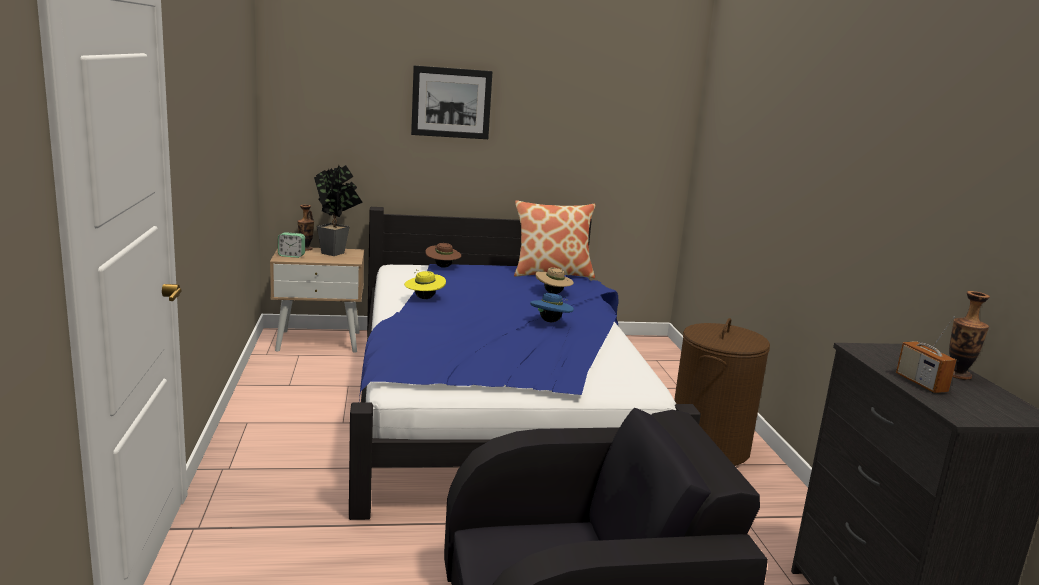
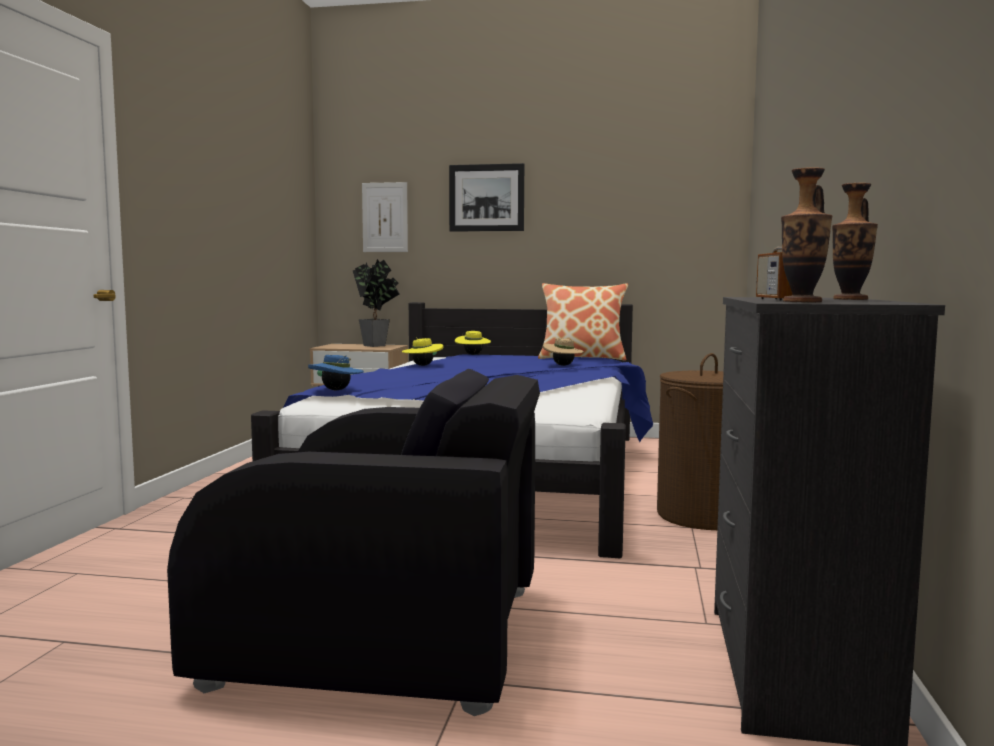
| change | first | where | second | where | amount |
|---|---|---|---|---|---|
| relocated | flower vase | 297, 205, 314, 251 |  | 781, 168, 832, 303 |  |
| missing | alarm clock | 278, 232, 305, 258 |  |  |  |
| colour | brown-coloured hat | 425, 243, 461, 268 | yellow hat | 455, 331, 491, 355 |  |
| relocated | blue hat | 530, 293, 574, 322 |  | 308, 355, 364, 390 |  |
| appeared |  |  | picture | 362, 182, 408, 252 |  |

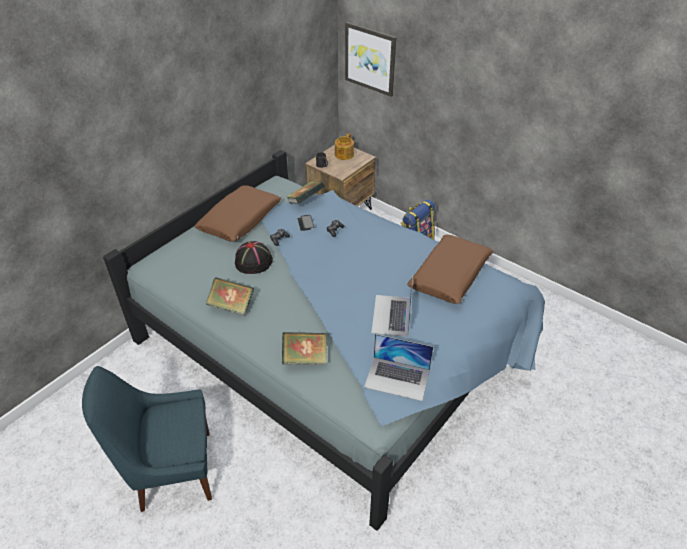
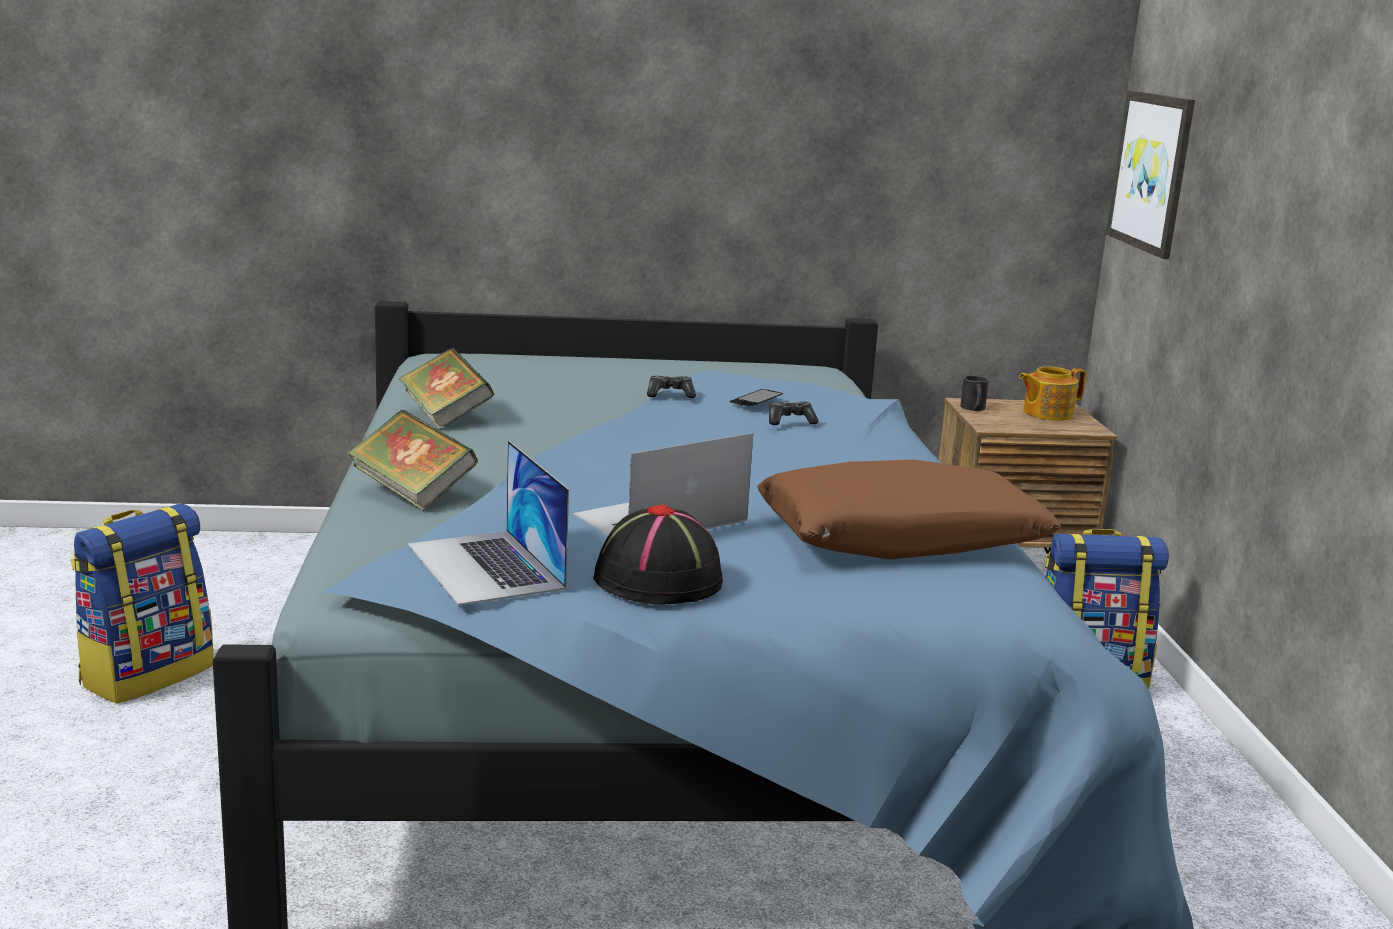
| change | first | where | second | where | amount |
|---|---|---|---|---|---|
| missing | book | 286, 181, 325, 204 |  |  |  |
| missing | brown-coloured cushion | 195, 185, 281, 242 |  |  |  |
| relocated | blackish hat | 235, 241, 273, 274 |  | 593, 504, 723, 605 |  |
| exchanged | blue chair | 82, 366, 212, 512 | rucksack | 71, 504, 213, 704 |  |

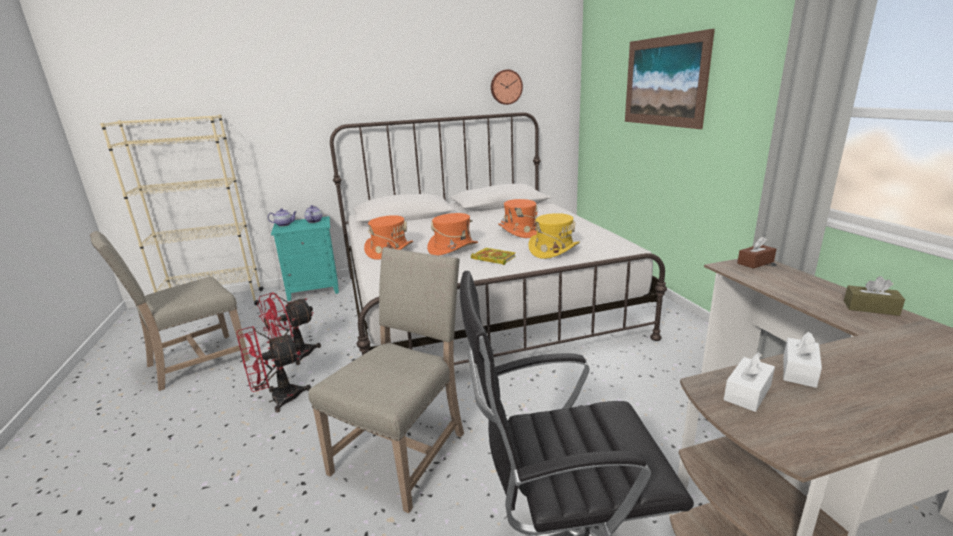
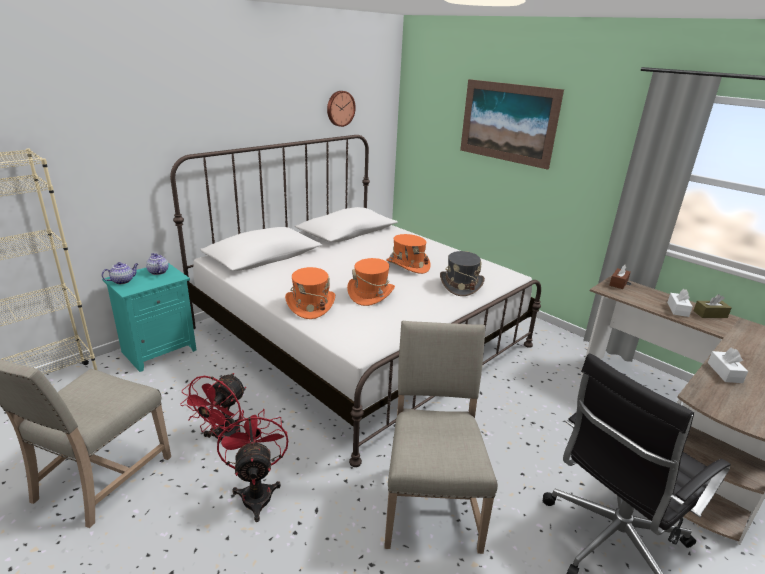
| change | first | where | second | where | amount |
|---|---|---|---|---|---|
| colour | yellow hat | 529, 213, 580, 259 | grey hat | 440, 251, 485, 296 |  |
| missing | book | 471, 248, 516, 265 |  |  |  |
| spun | red-coloured fan | 237, 326, 311, 413 |  | 217, 409, 288, 522 | 135 degrees clockwise |
| relocated | white tissue holder | 724, 352, 775, 412 |  | 667, 289, 693, 317 |  |

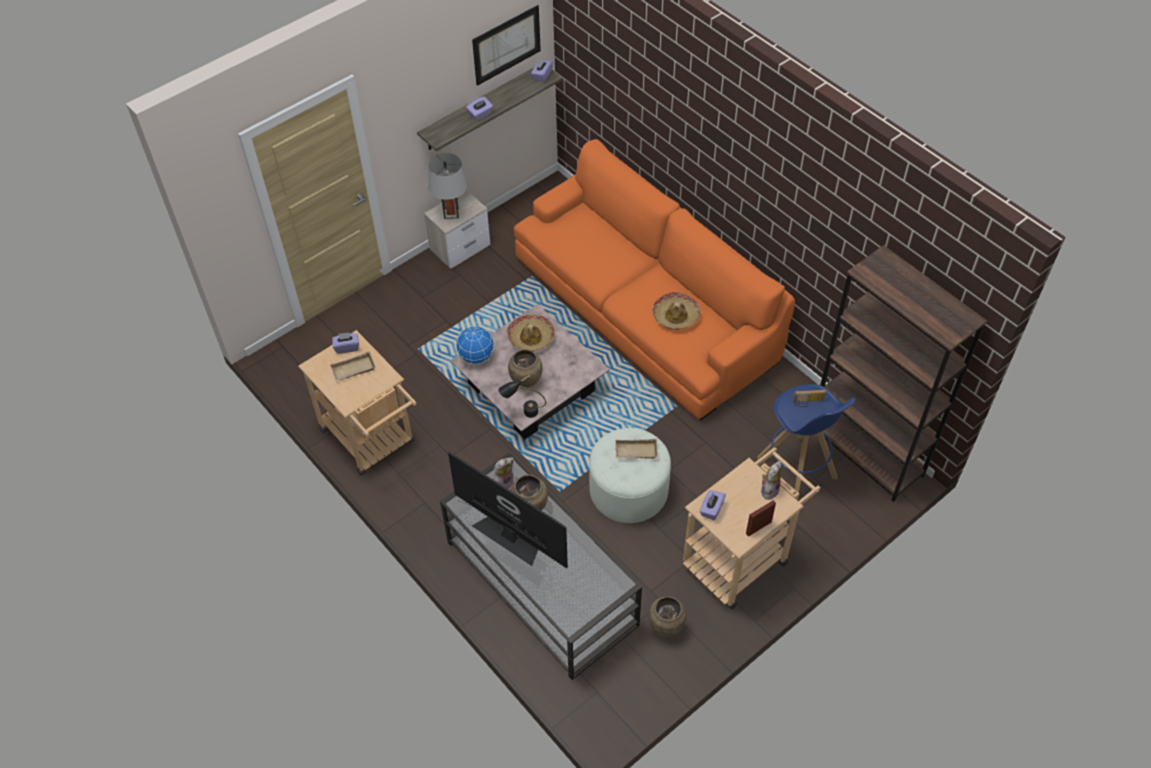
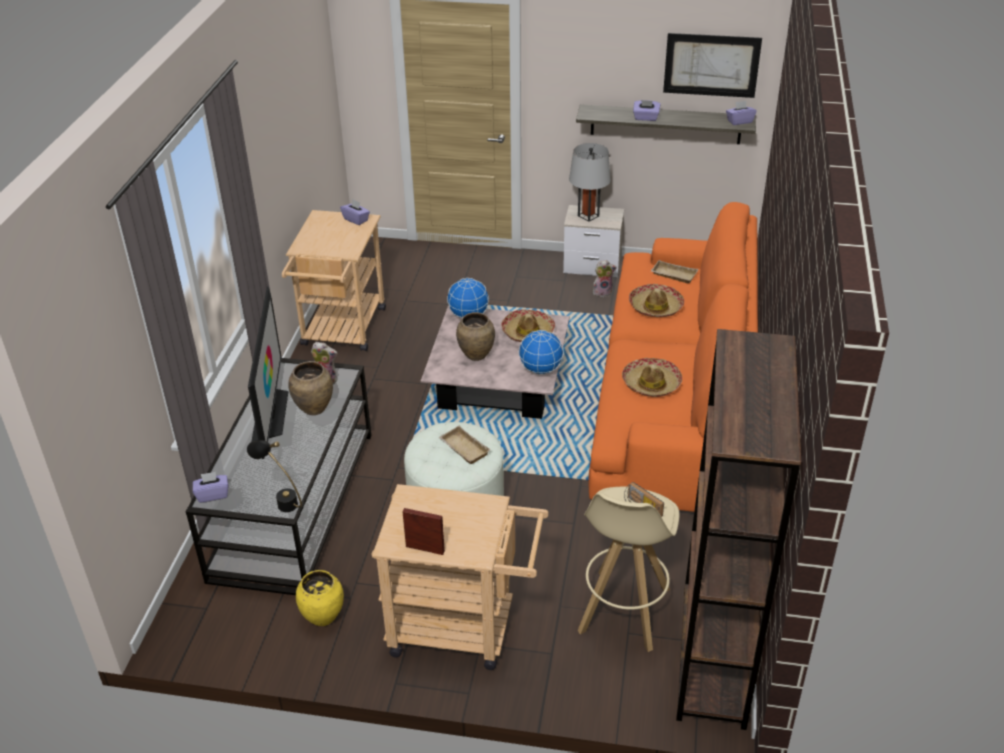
| change | first | where | second | where | amount |
|---|---|---|---|---|---|
| relocated | beige tray | 330, 351, 376, 381 |  | 651, 260, 698, 283 |  |
| relocated | blackish tabletop lamp | 498, 374, 546, 418 |  | 247, 440, 302, 512 |  |
| colour | blue sitting stool | 757, 384, 856, 493 | beige sitting stool | 577, 486, 679, 652 |  |
| relocated | soft toy | 761, 461, 782, 500 |  | 593, 260, 617, 297 |  |
| relocated | purplish tissue holder | 700, 490, 726, 520 |  | 193, 472, 228, 503 |  |
| colour | brown-coloured flower vase | 648, 596, 687, 637 | yellow flower vase | 296, 570, 344, 626 |  |
| appeared |  |  | hat | 629, 284, 684, 317 |  |
| appeared |  |  | desk globe | 518, 330, 564, 374 |  |

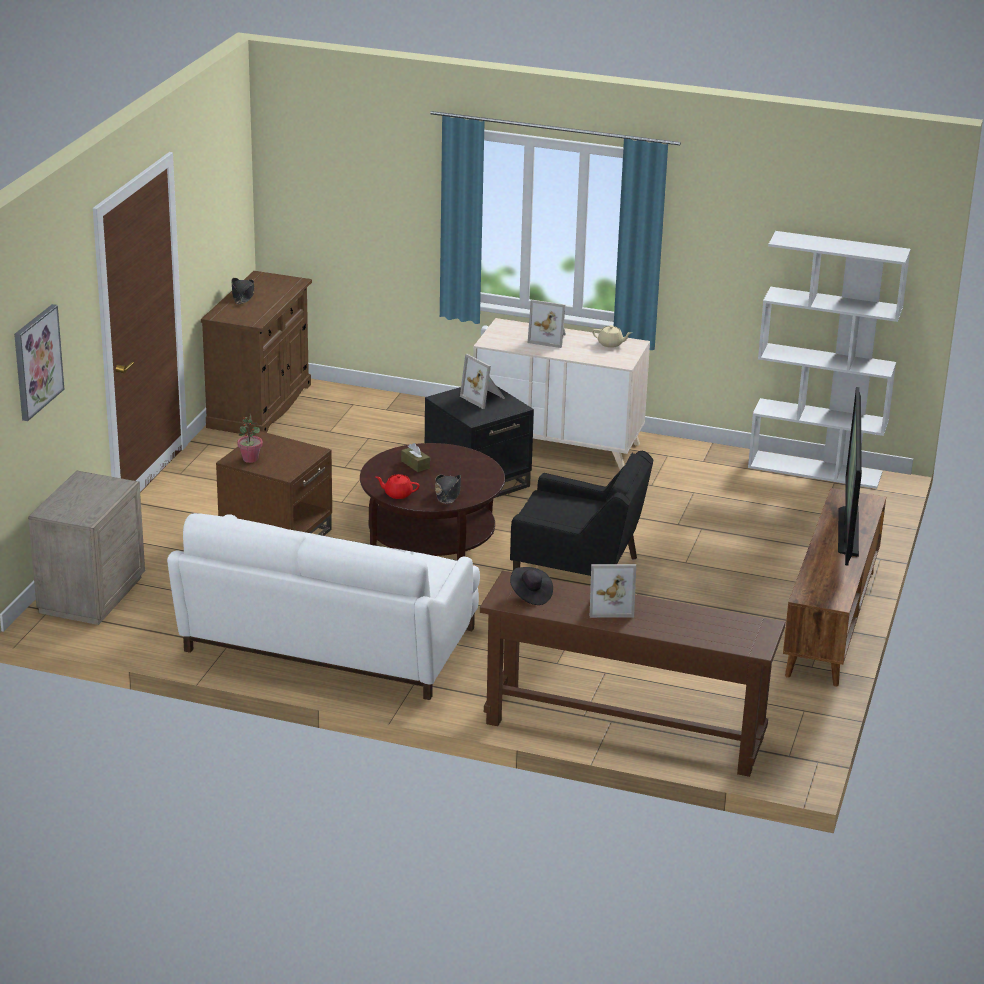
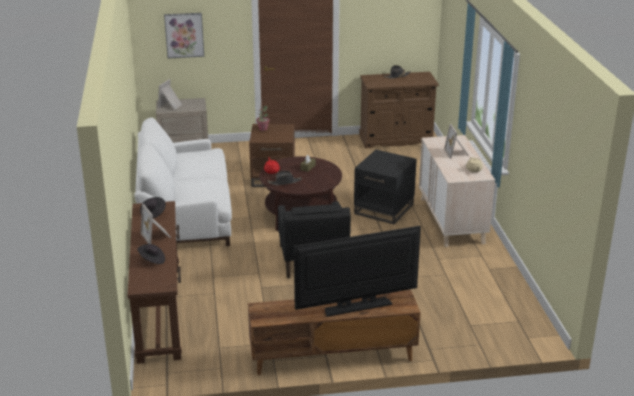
| change | first | where | second | where | amount |
|---|---|---|---|---|---|
| missing | white bookcase | 748, 231, 911, 489 |  |  |  |
| relocated | picture frame | 460, 354, 505, 409 |  | 158, 79, 182, 110 |  |
| appeared |  |  | blackish hat | 137, 244, 165, 264 |  |

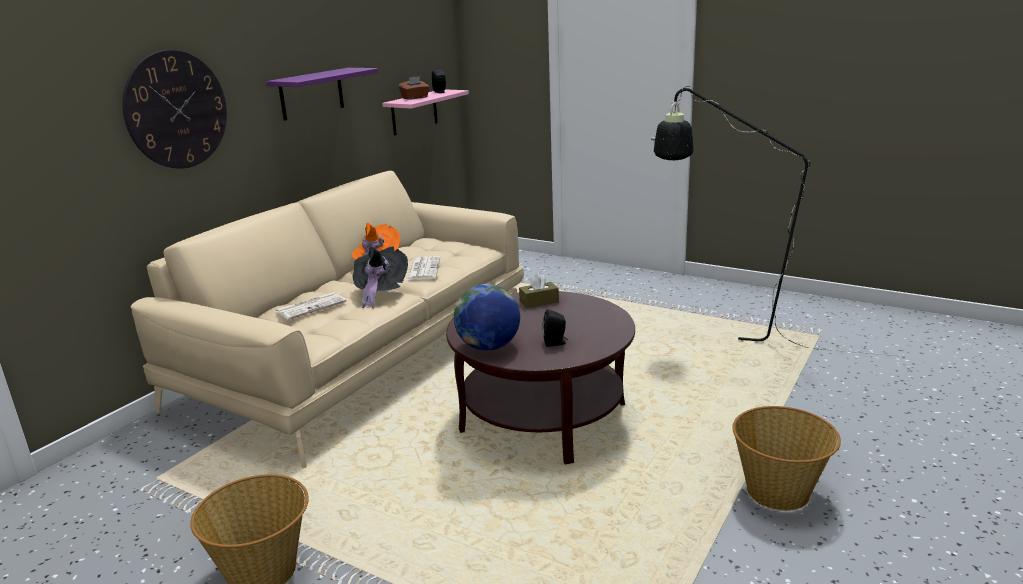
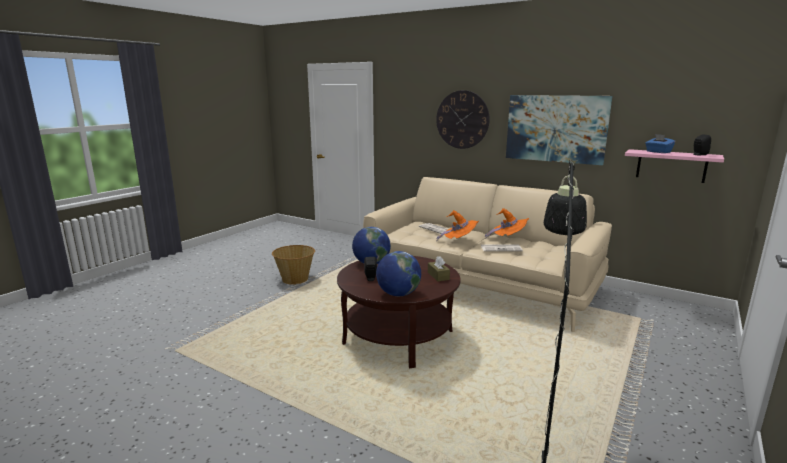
| change | first | where | second | where | amount |
|---|---|---|---|---|---|
| exchanged | purplish wall shelf | 266, 68, 378, 121 | picture | 506, 95, 612, 165 |  |
| colour | brown-coloured tissue holder | 399, 76, 430, 100 | blue tissue holder | 646, 134, 675, 153 |  |
| colour | blackish hat | 352, 246, 408, 308 | orange-coloured hat | 436, 210, 479, 239 |  |
| missing | household basket | 732, 406, 841, 511 |  |  |  |
| appeared |  |  | desk globe | 376, 251, 421, 296 |  |

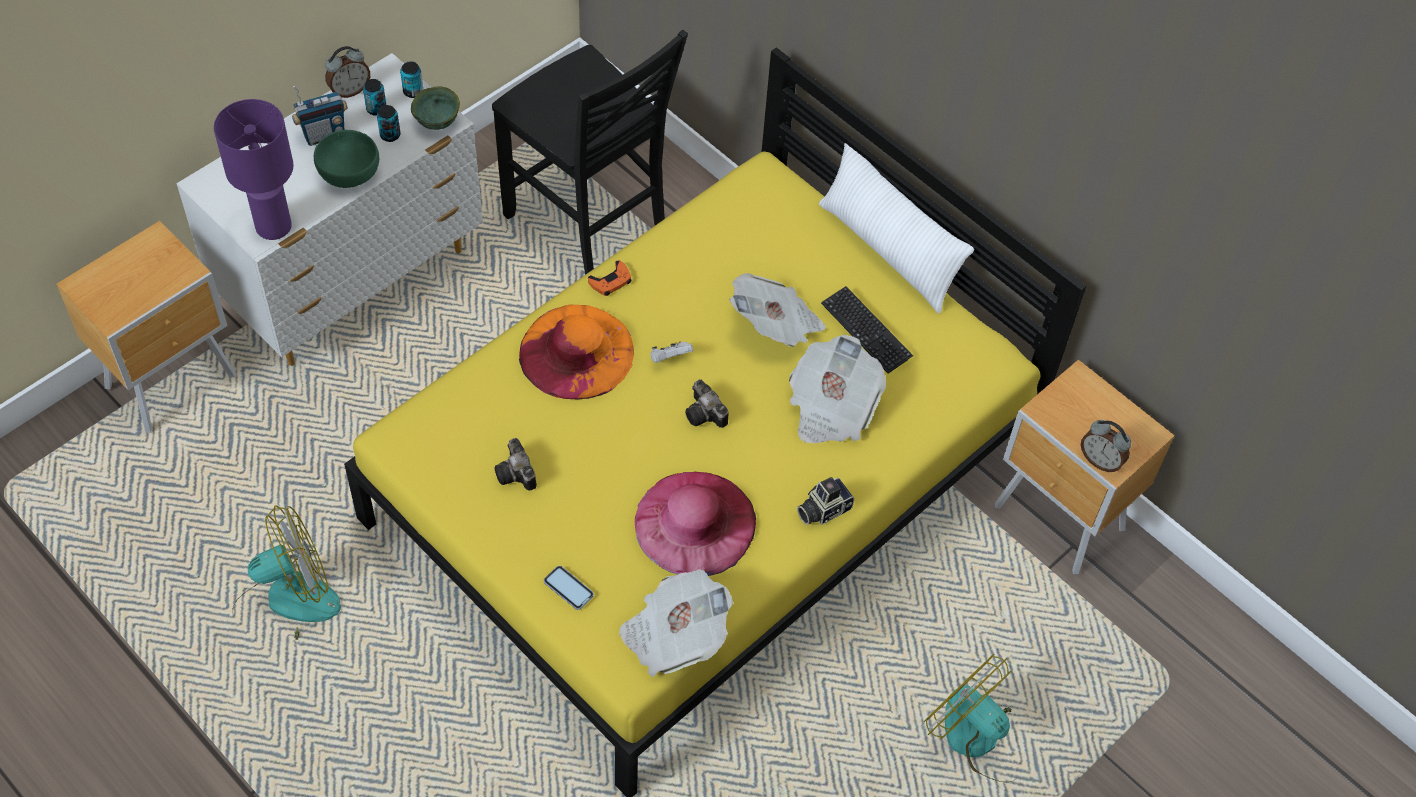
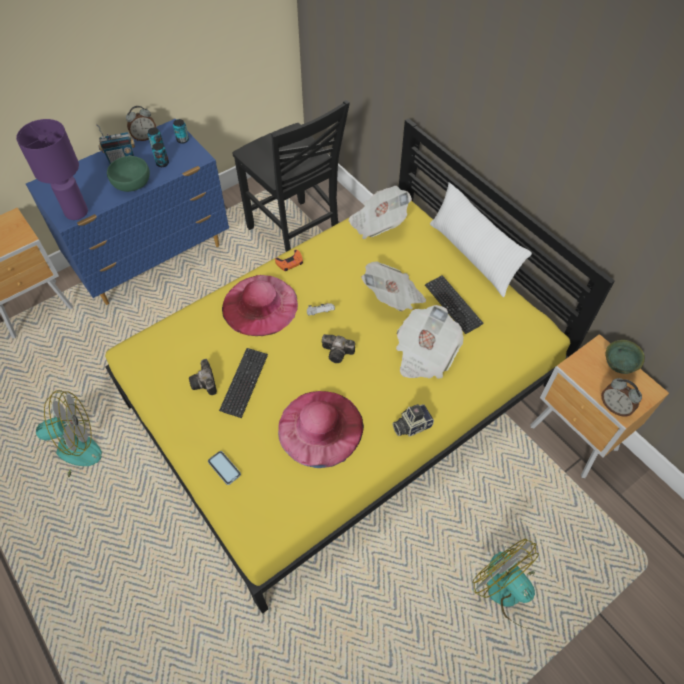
| change | first | where | second | where | amount |
|---|---|---|---|---|---|
| colour | white chest of drawers | 176, 53, 483, 366 | blue chest of drawers | 26, 118, 229, 305 |  |
| relocated | greenish deep dish | 411, 87, 460, 130 |  | 605, 340, 645, 374 |  |
| colour | orange-coloured hat | 519, 305, 634, 400 | pink-coloured hat | 222, 275, 298, 336 |  |
| spun | still camera | 685, 379, 729, 428 |  | 322, 334, 355, 363 | 45 degrees counterclockwise |
| relocated | daily paper | 619, 569, 733, 677 |  | 349, 186, 412, 239 |  |
| appeared |  |  | computer keyboard | 219, 348, 268, 418 |  |

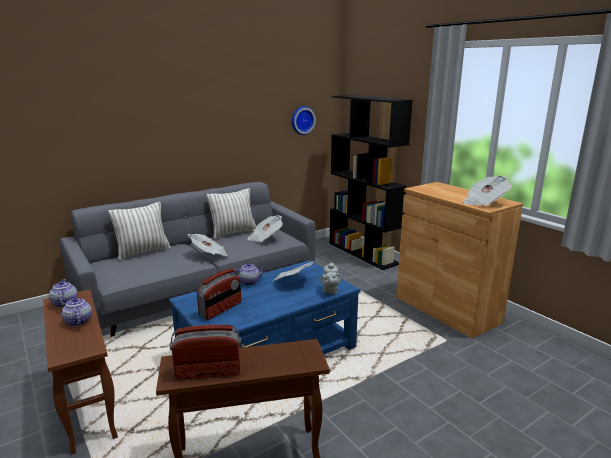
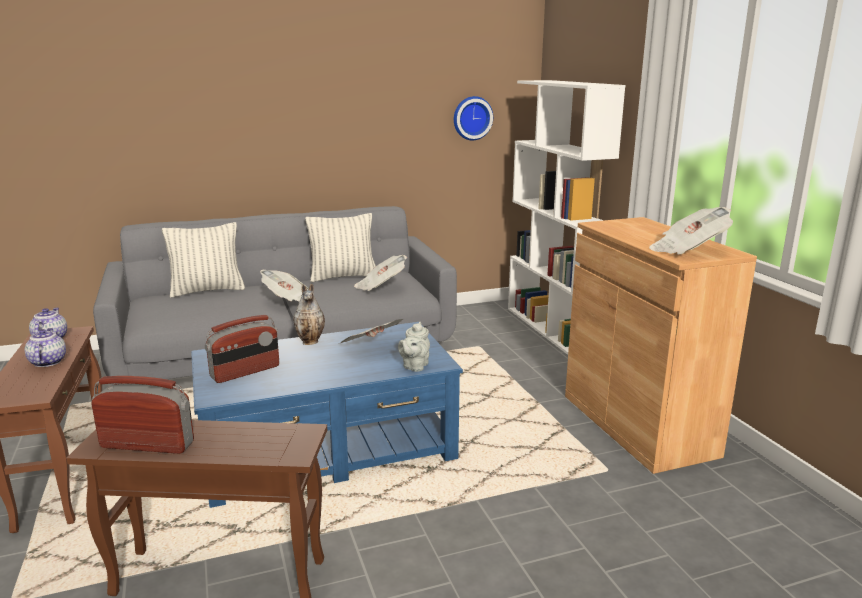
| change | first | where | second | where | amount |
|---|---|---|---|---|---|
| colour | blackish bookcase | 330, 95, 413, 270 | white bookcase | 508, 80, 625, 355 |  |
| exchanged | teapot | 232, 263, 265, 286 | flower vase | 293, 284, 325, 345 |  |

